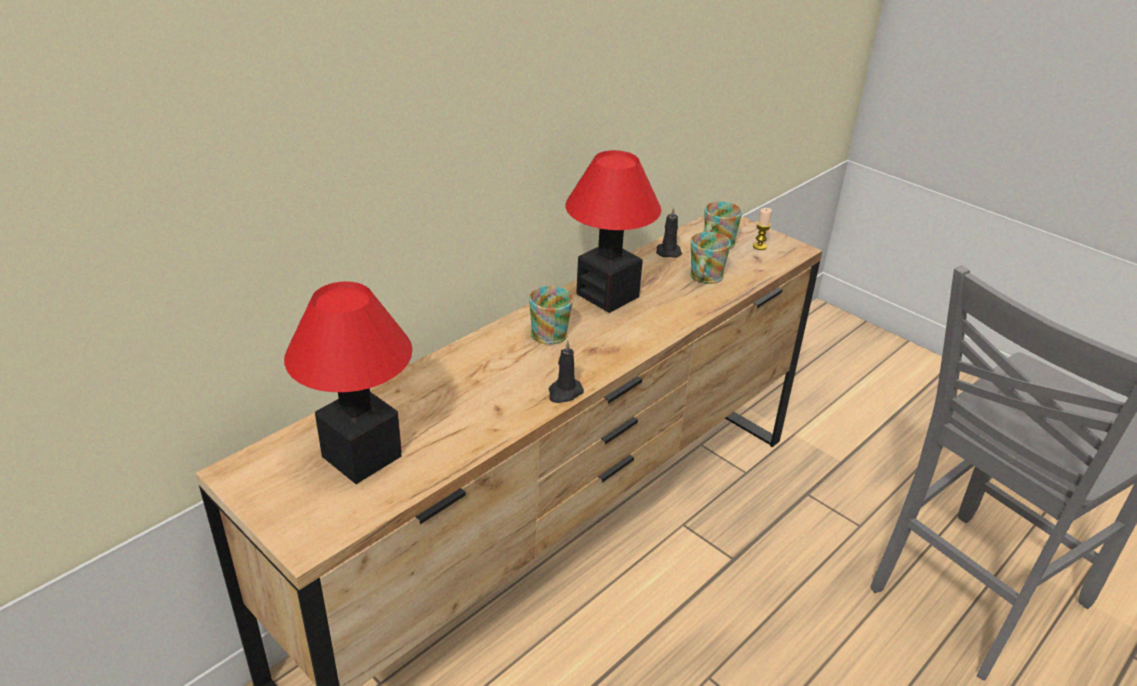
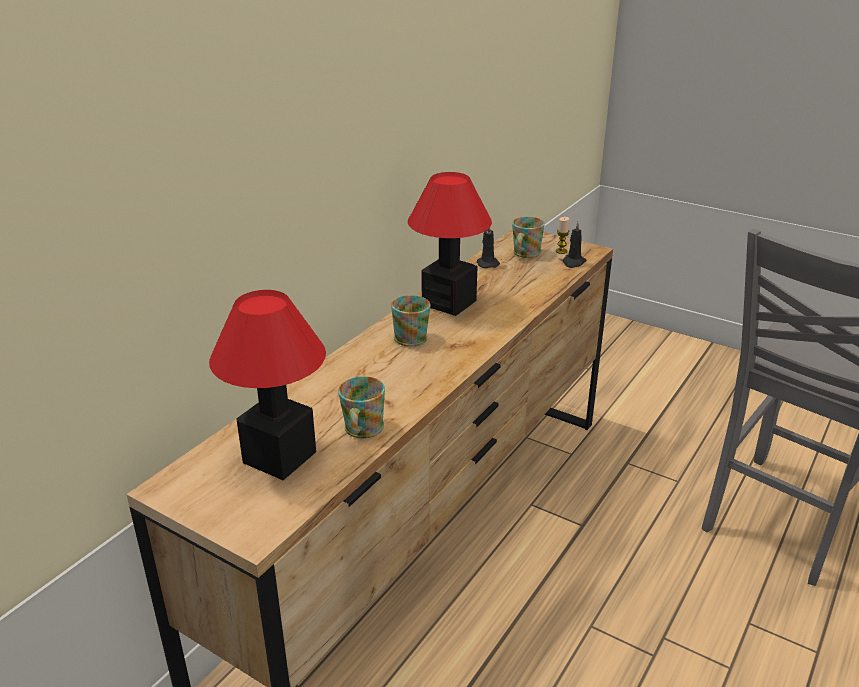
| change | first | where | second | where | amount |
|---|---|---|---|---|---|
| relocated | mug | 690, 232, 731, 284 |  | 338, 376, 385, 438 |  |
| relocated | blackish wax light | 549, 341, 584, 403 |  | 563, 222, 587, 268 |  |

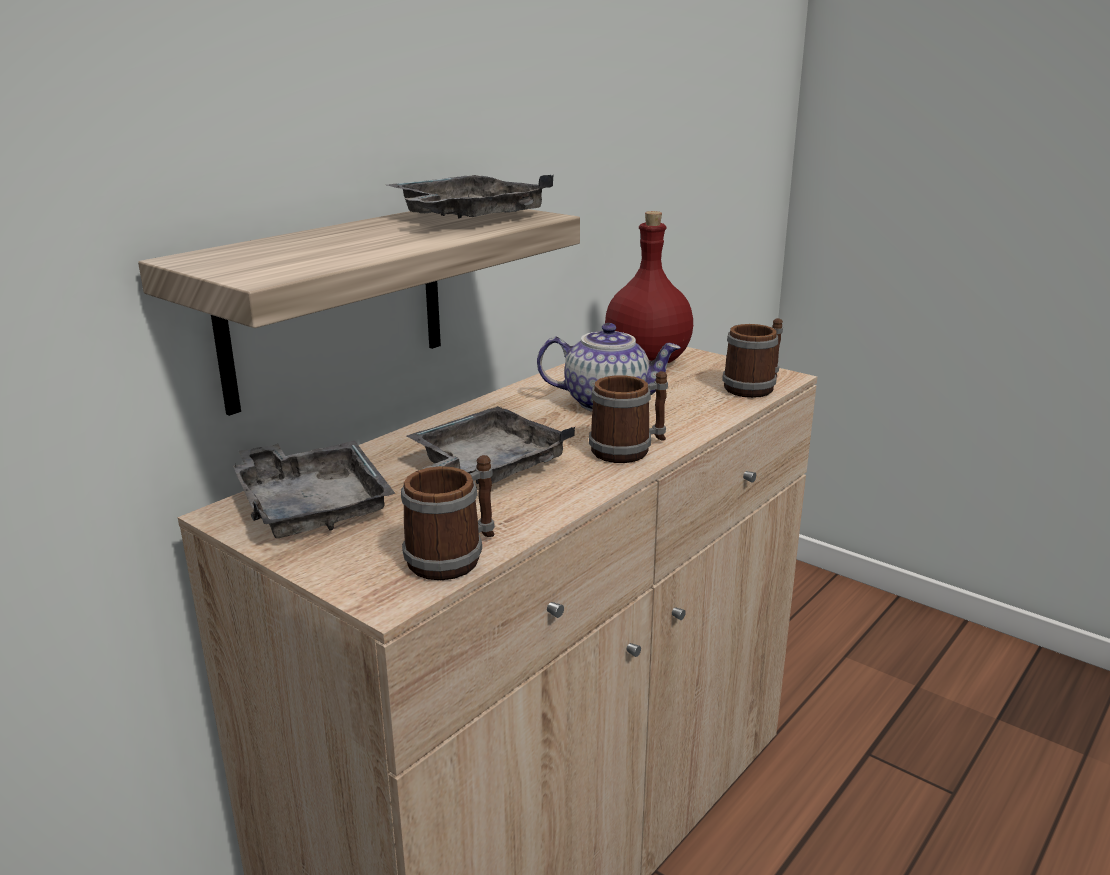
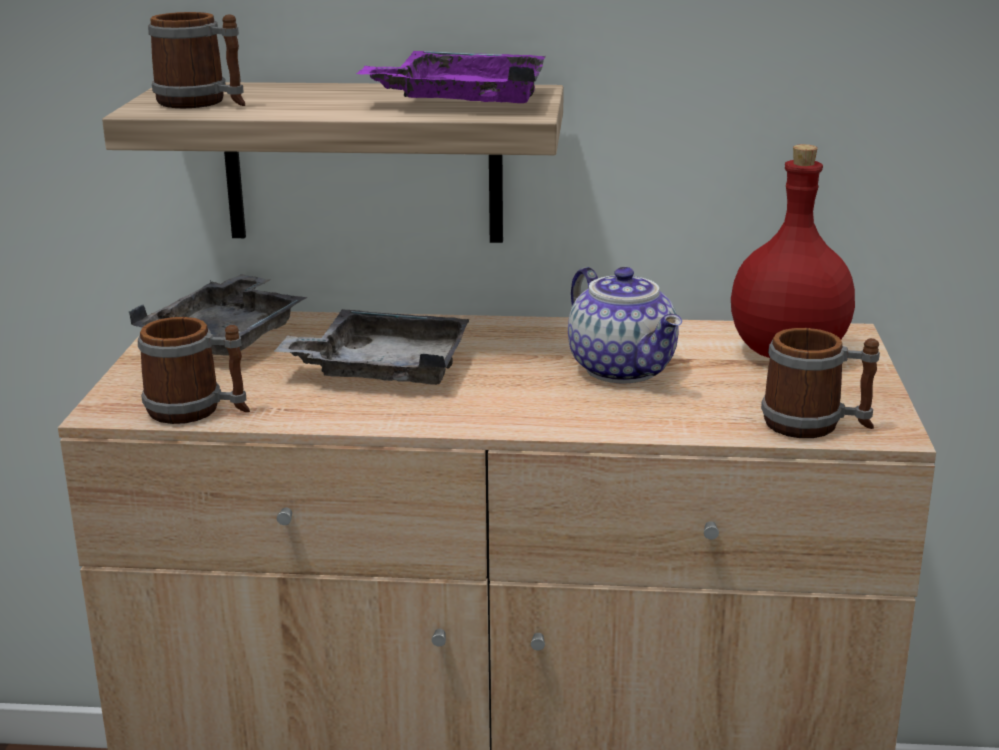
| change | first | where | second | where | amount |
|---|---|---|---|---|---|
| colour | grey tray | 387, 175, 554, 218 | purplish tray | 356, 51, 546, 103 |  |
| relocated | mug | 589, 371, 668, 463 |  | 148, 12, 245, 108 |  |

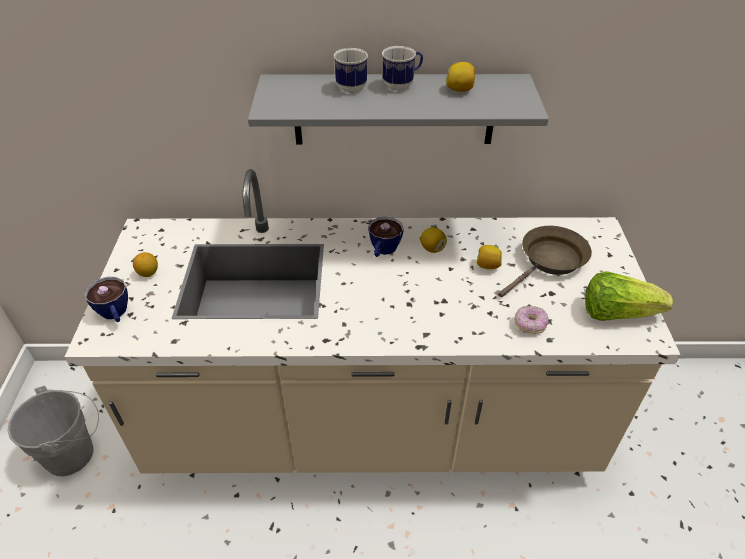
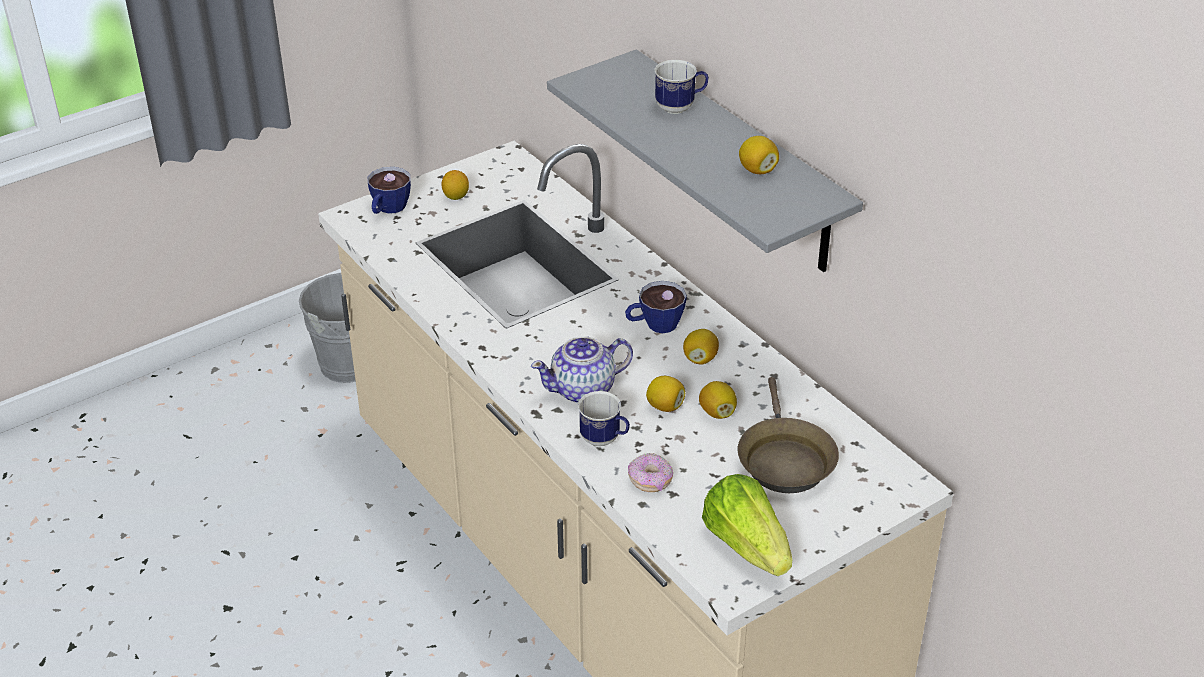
| change | first | where | second | where | amount |
|---|---|---|---|---|---|
| relocated | mug | 382, 46, 423, 91 |  | 578, 391, 630, 446 |  |
| spun | brown-coloured skillet | 498, 226, 592, 297 |  | 738, 377, 839, 493 | 75 degrees clockwise |
| appeared |  |  | teapot | 531, 336, 633, 403 |  |
| appeared |  |  | whole lemon | 646, 376, 685, 412 |  |

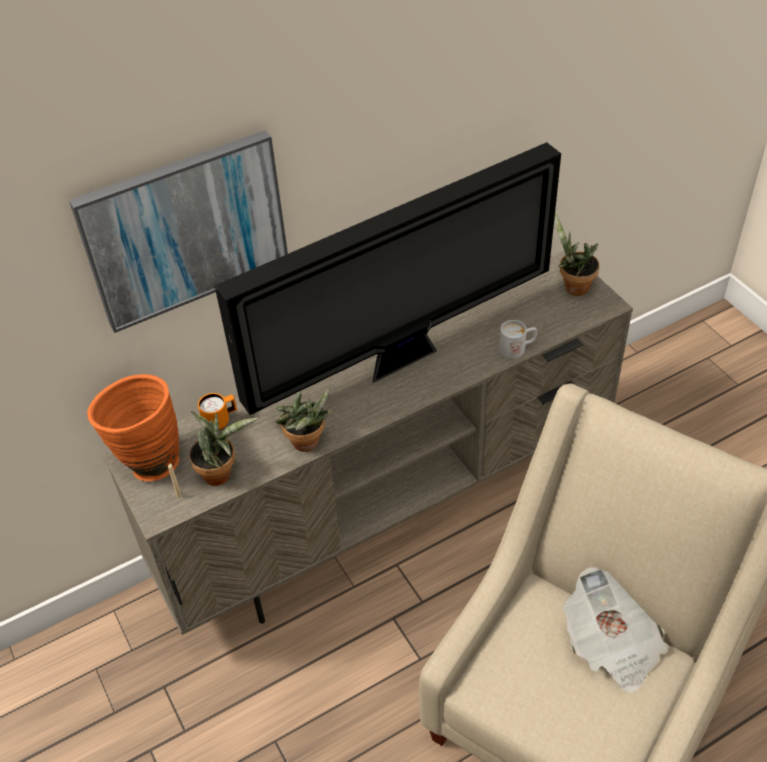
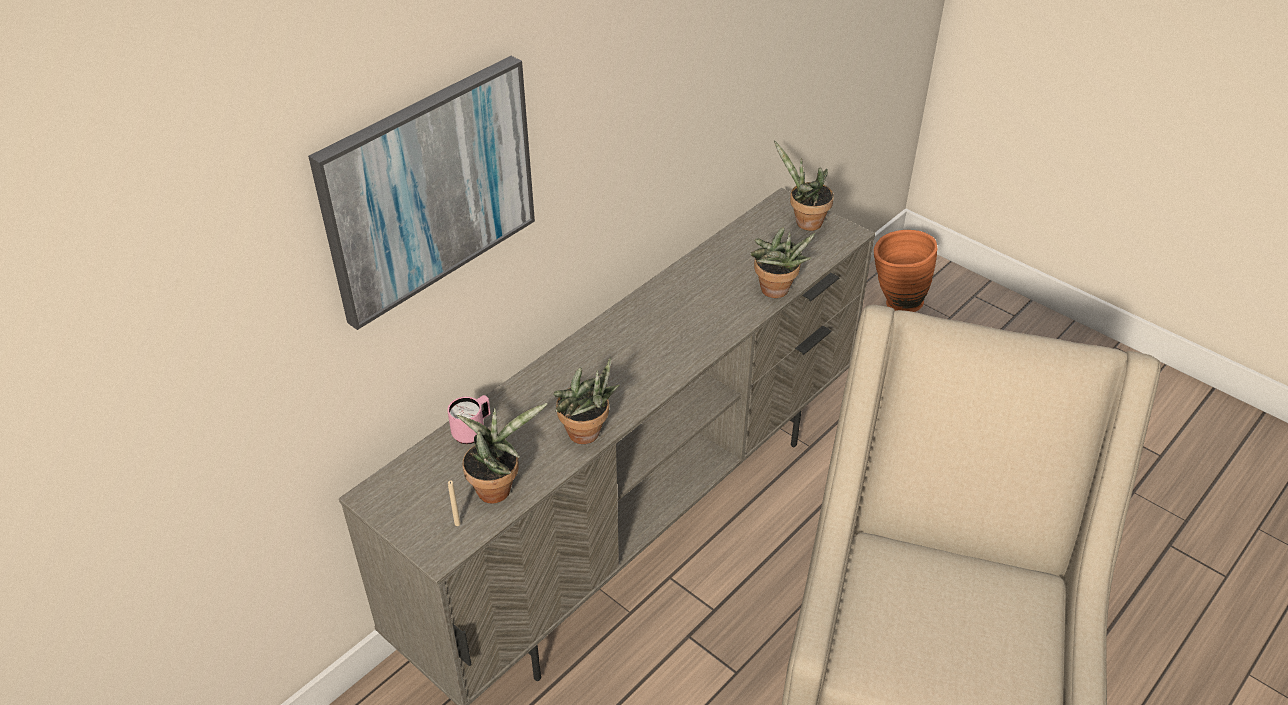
| change | first | where | second | where | amount |
|---|---|---|---|---|---|
| missing | TV set | 215, 142, 561, 415 |  |  |  |
| exchanged | white mug | 499, 320, 537, 359 | plant in a pot | 750, 227, 815, 298 |  |
| relocated | orange-coloured flower vase | 87, 374, 179, 481 |  | 874, 230, 937, 312 |  |
| colour | orange-coloured mug | 198, 393, 237, 431 | pink-coloured mug | 447, 395, 491, 444 |  |
| missing | daily paper | 564, 566, 668, 693 |  |  |  |

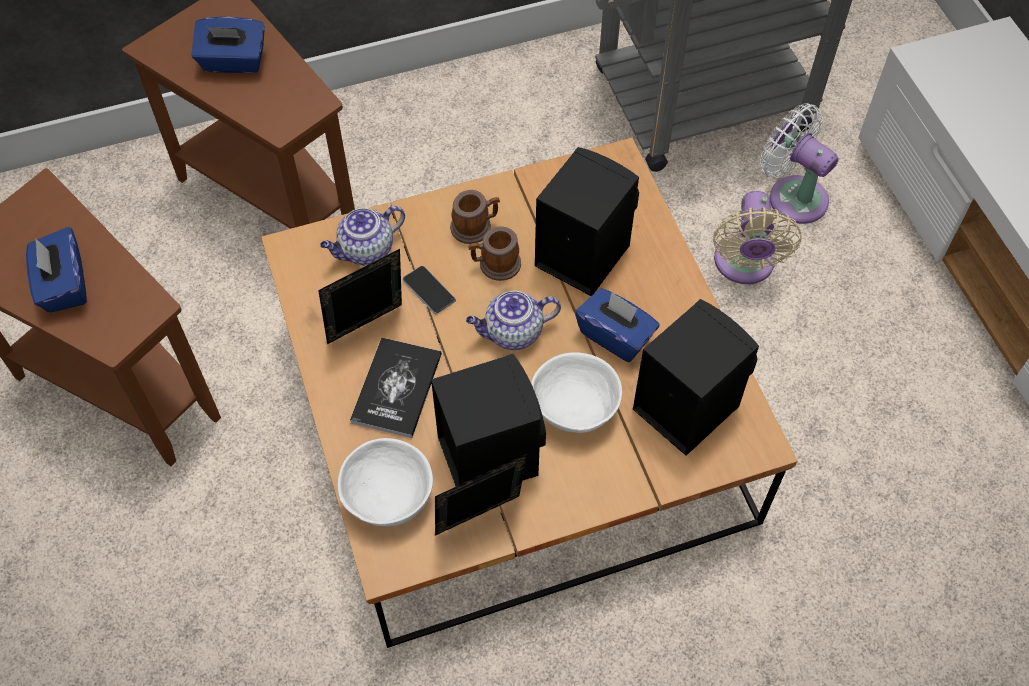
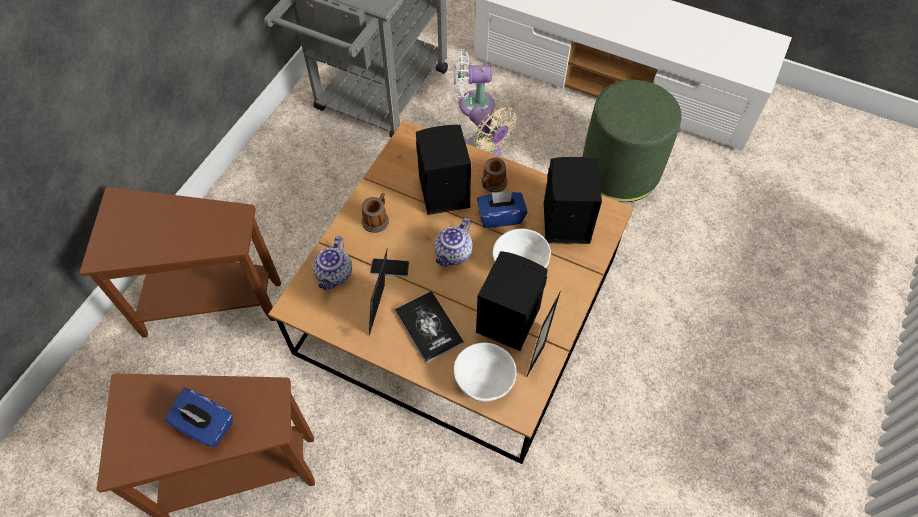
| change | first | where | second | where | amount |
|---|---|---|---|---|---|
| missing | blue tissue holder | 191, 17, 265, 73 |  |  |  |
| relocated | mug | 468, 226, 521, 281 |  | 481, 157, 507, 192 |  |
| appeared |  |  | greenish pouffe | 583, 80, 682, 202 |  |

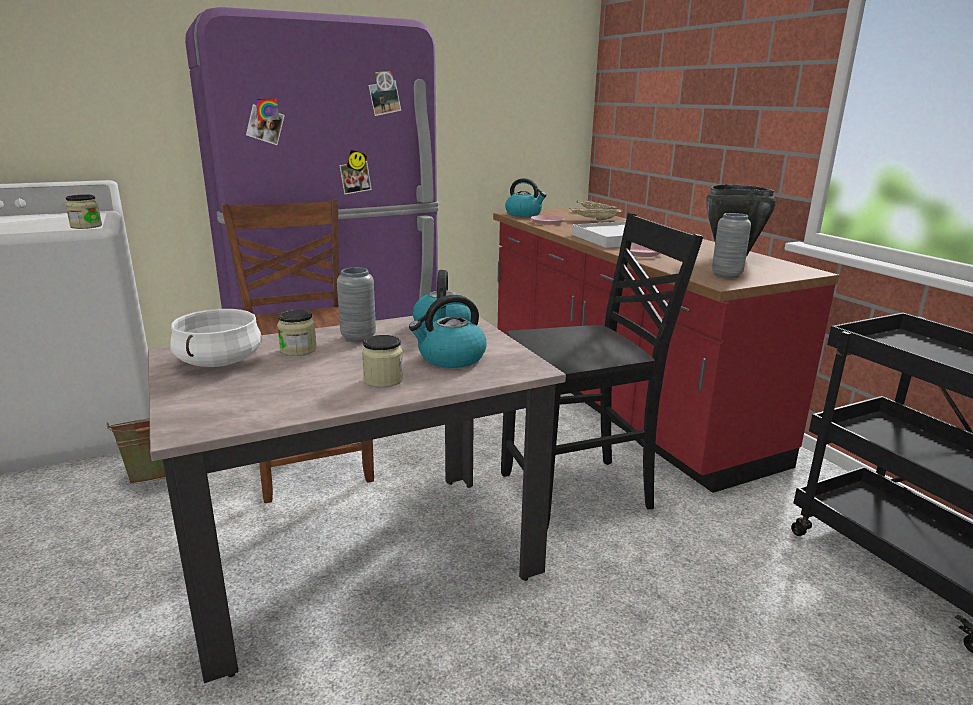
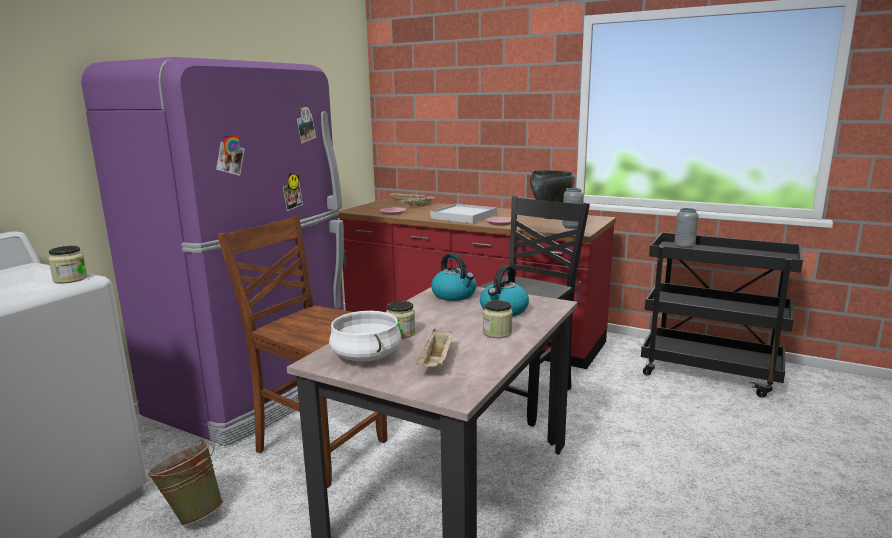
| change | first | where | second | where | amount |
|---|---|---|---|---|---|
| missing | water kettle | 505, 178, 547, 217 |  |  |  |
| relocated | grey flower vase | 337, 267, 376, 342 |  | 674, 208, 699, 249 |  |
| appeared |  |  | beige tray | 416, 329, 454, 367 |  |

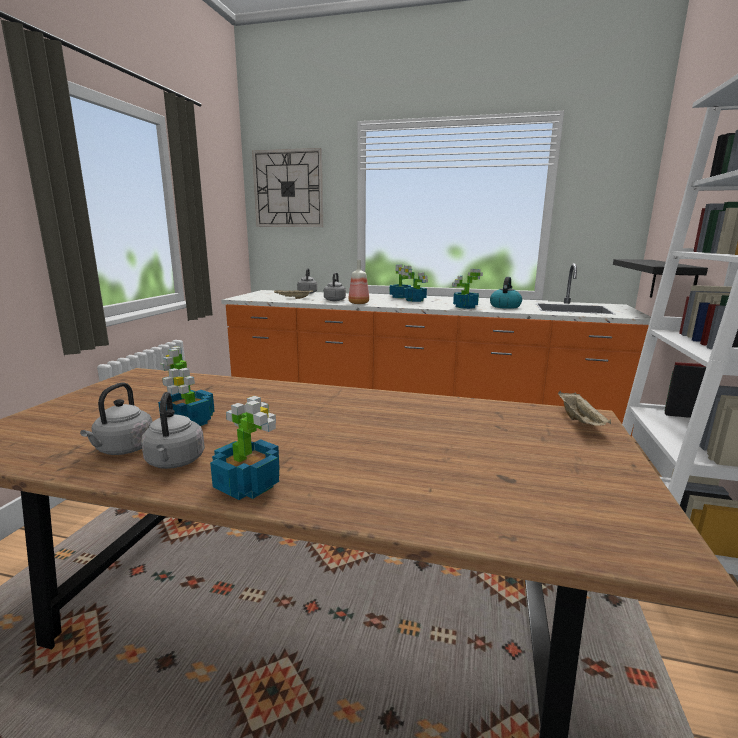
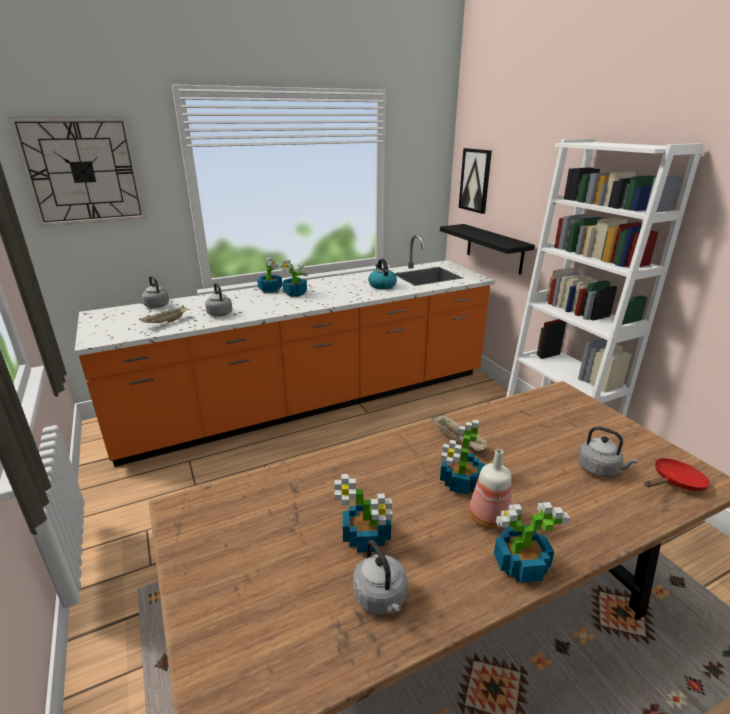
| change | first | where | second | where | amount |
|---|---|---|---|---|---|
| relocated | bottle | 349, 260, 369, 304 |  | 469, 449, 512, 529 |  |
| relocated | plant in a pot | 452, 269, 483, 309 |  | 440, 420, 485, 495 |  |
| relocated | beige tray | 558, 391, 611, 426 |  | 431, 414, 489, 451 |  |
| relocated | grey water kettle | 141, 392, 205, 469 |  | 578, 426, 638, 477 |  |
| appeared |  |  | picture | 459, 148, 492, 214 |  |
| appeared |  |  | red-coloured skillet | 644, 458, 710, 491 |  |

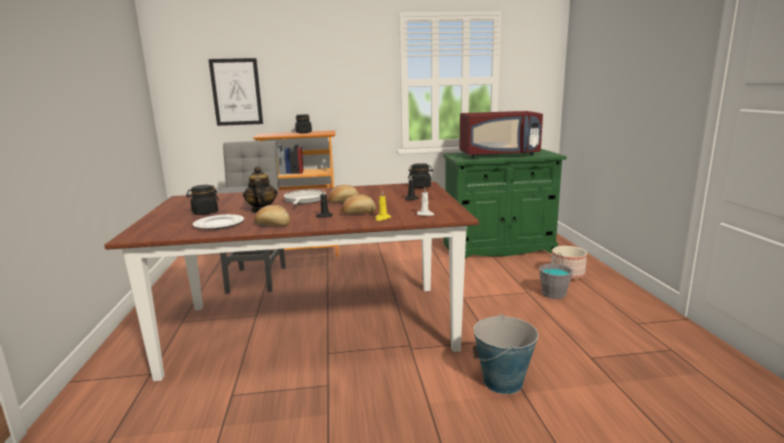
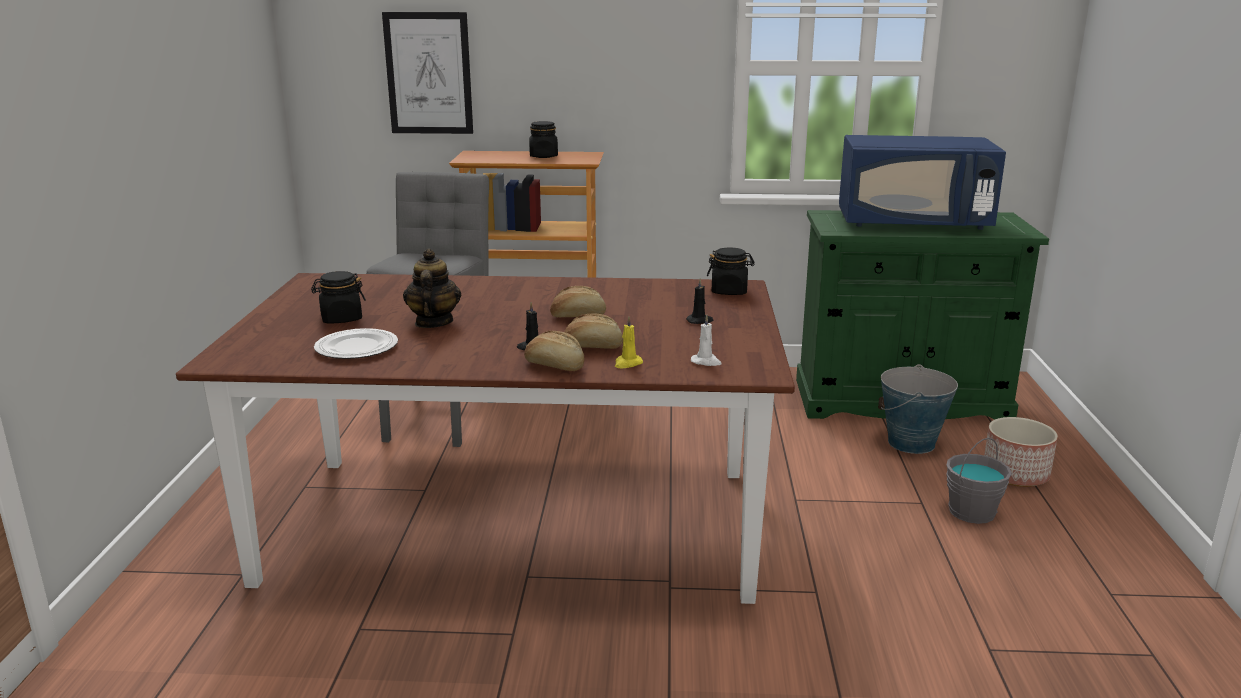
| change | first | where | second | where | amount |
|---|---|---|---|---|---|
| colour | red-coloured kitchen microwave | 459, 111, 543, 158 | blue kitchen microwave | 839, 135, 1006, 230 |  |
| missing | skillet | 284, 190, 326, 204 |  |  |  |
| relocated | bread | 254, 205, 290, 226 |  | 524, 331, 584, 371 |  |
| relocated | water bucket | 473, 314, 538, 394 |  | 878, 364, 958, 454 |  |

